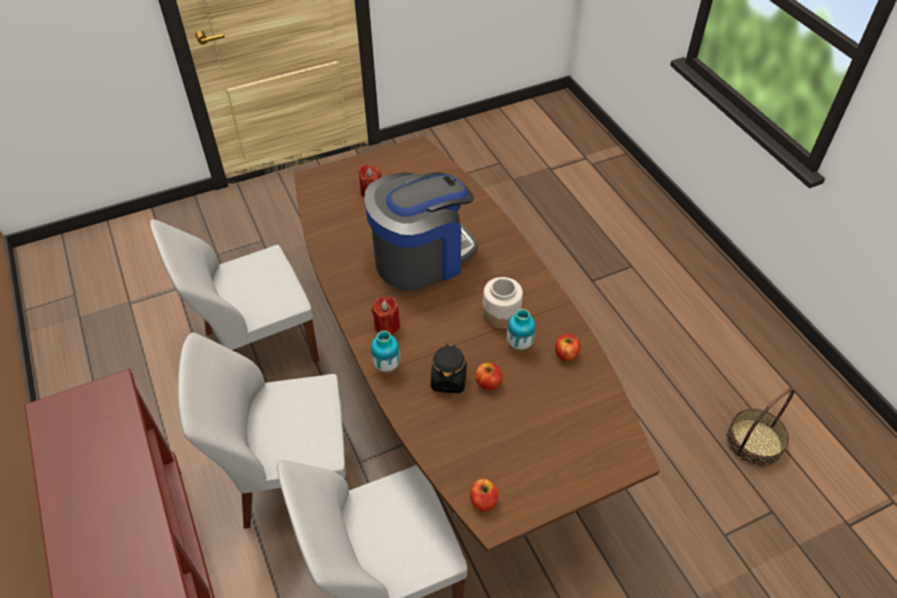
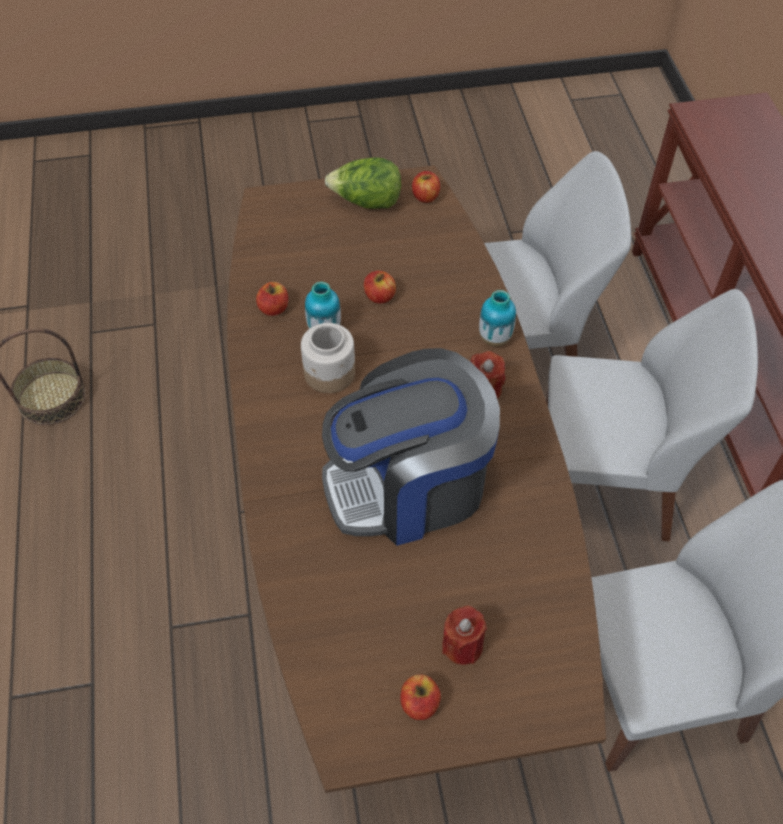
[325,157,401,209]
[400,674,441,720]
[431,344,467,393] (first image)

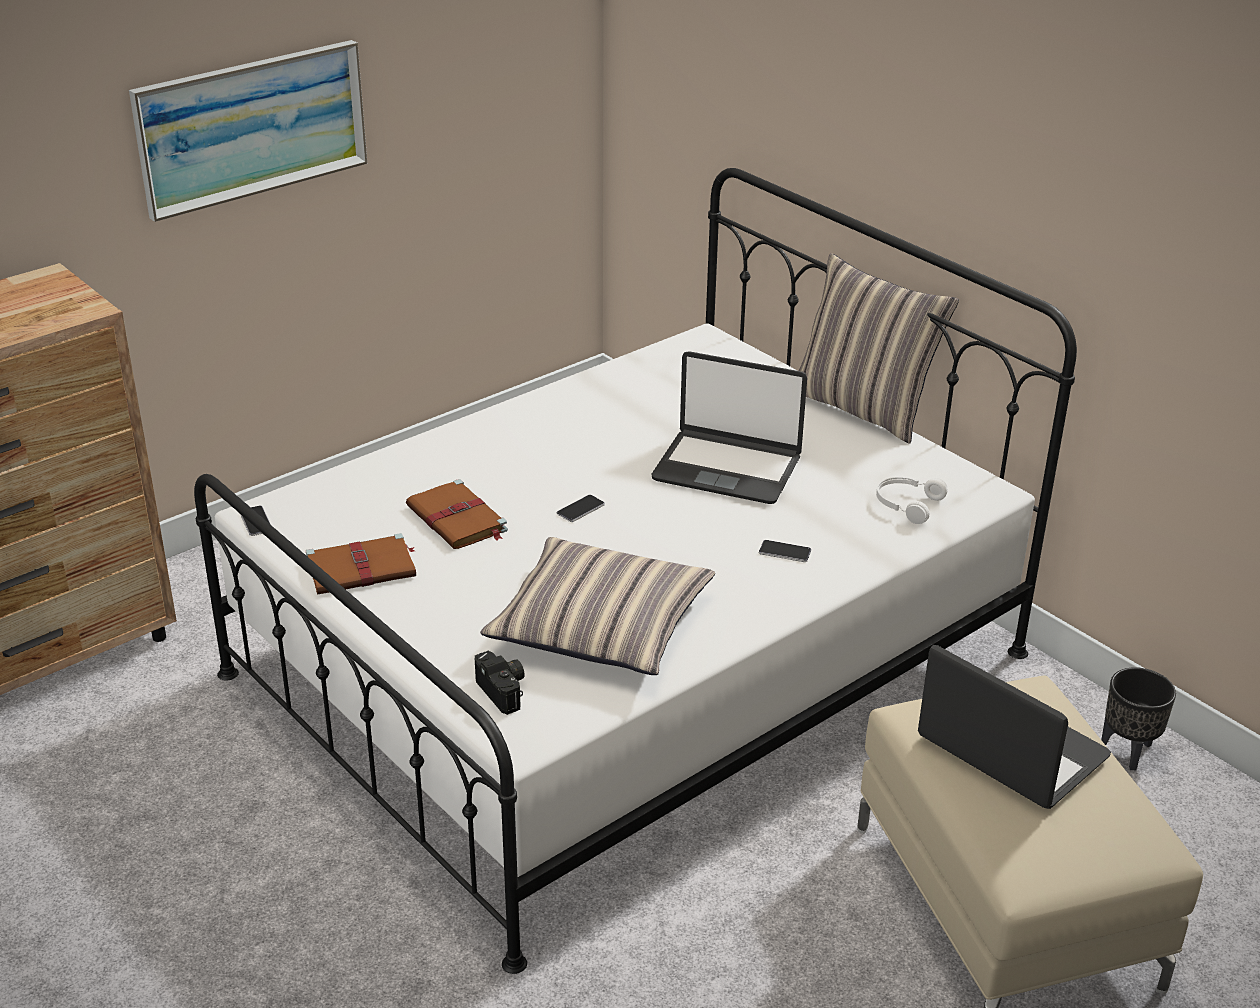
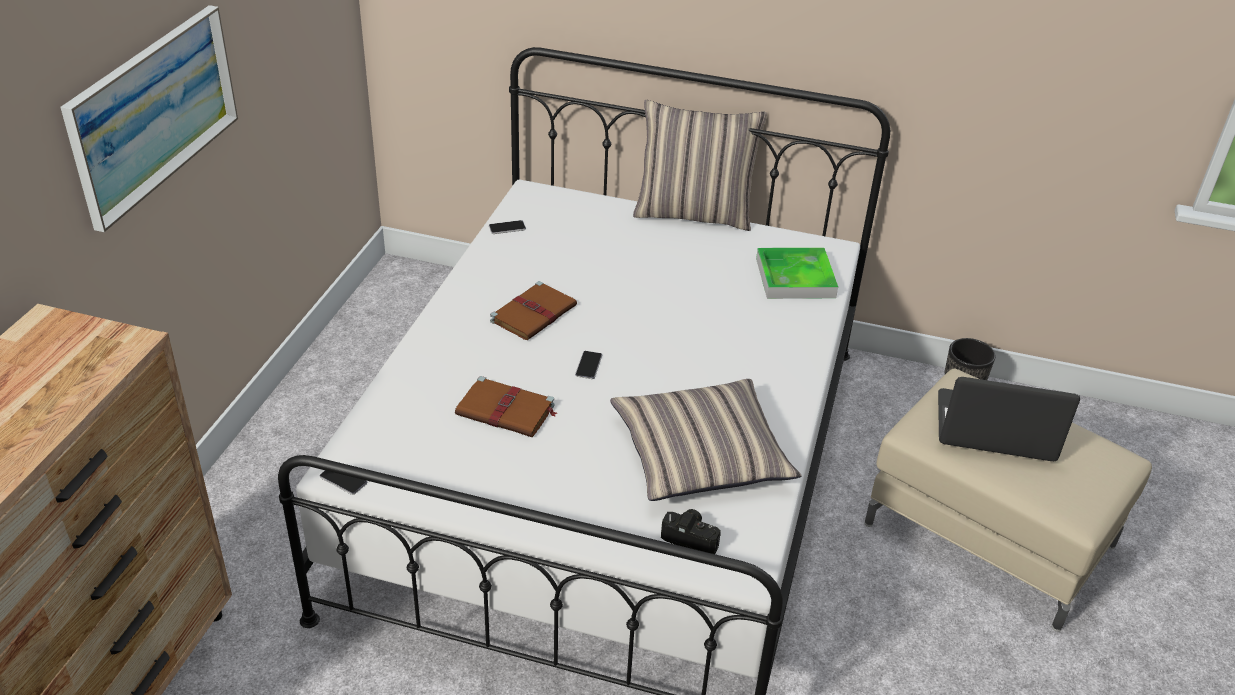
[489,220,526,234]
[490,281,577,340]
[756,248,838,299]
[652,351,807,504] (first image)

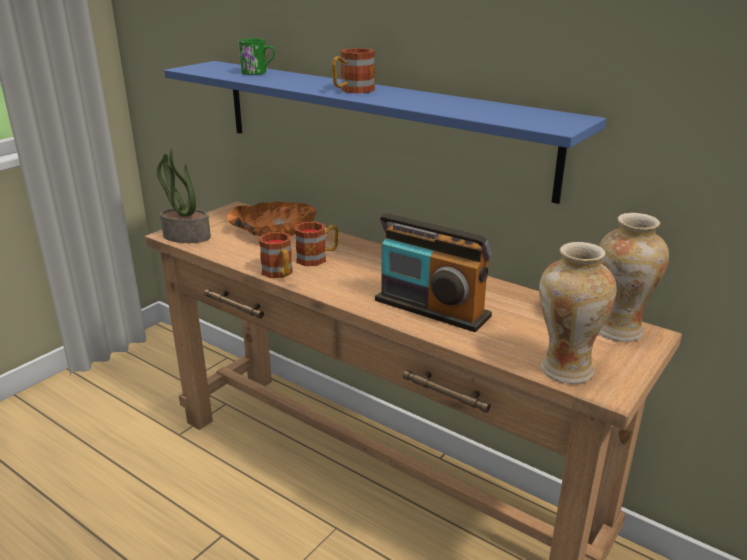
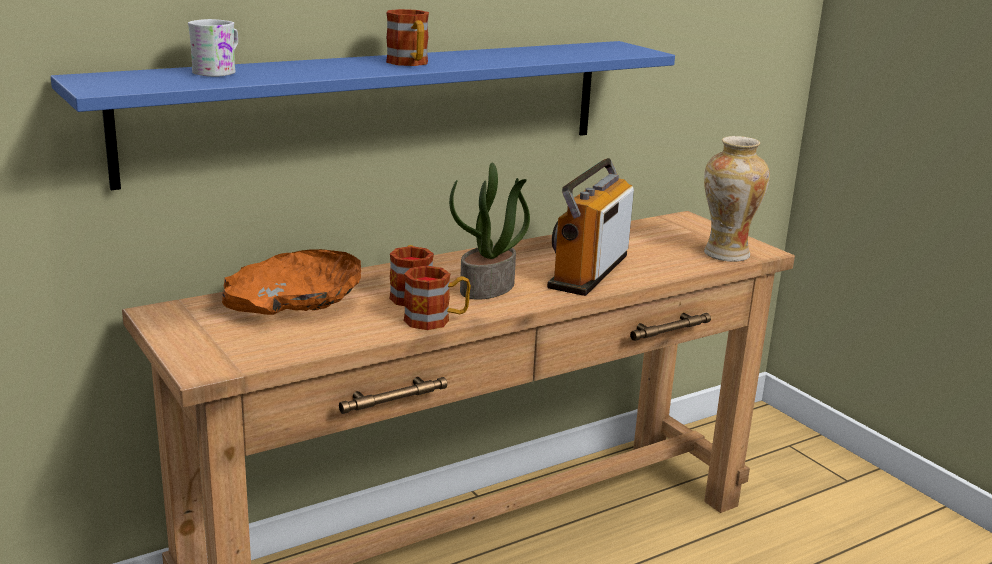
[188,19,238,77]
[449,162,530,300]
[547,158,634,296]
[599,213,669,342] (first image)

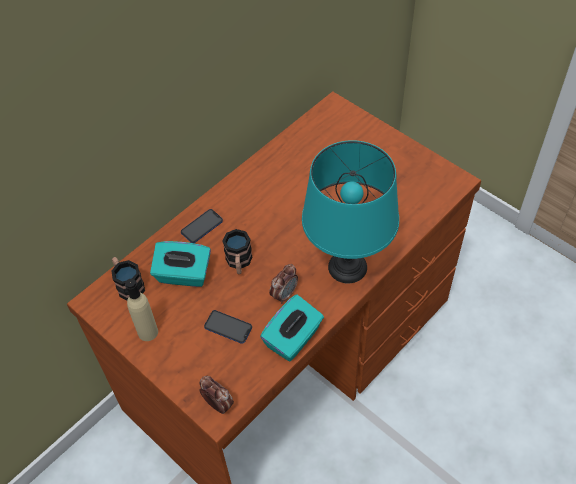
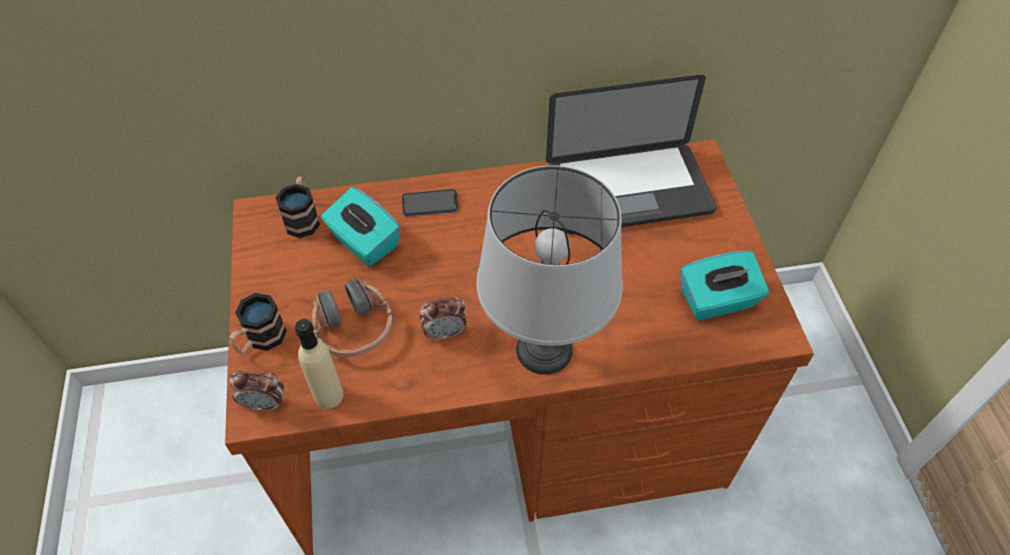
[229,293,287,355]
[229,371,284,411]
[295,319,344,409]
[312,277,393,357]
[477,165,623,375]
[546,75,716,235]
[680,251,769,320]

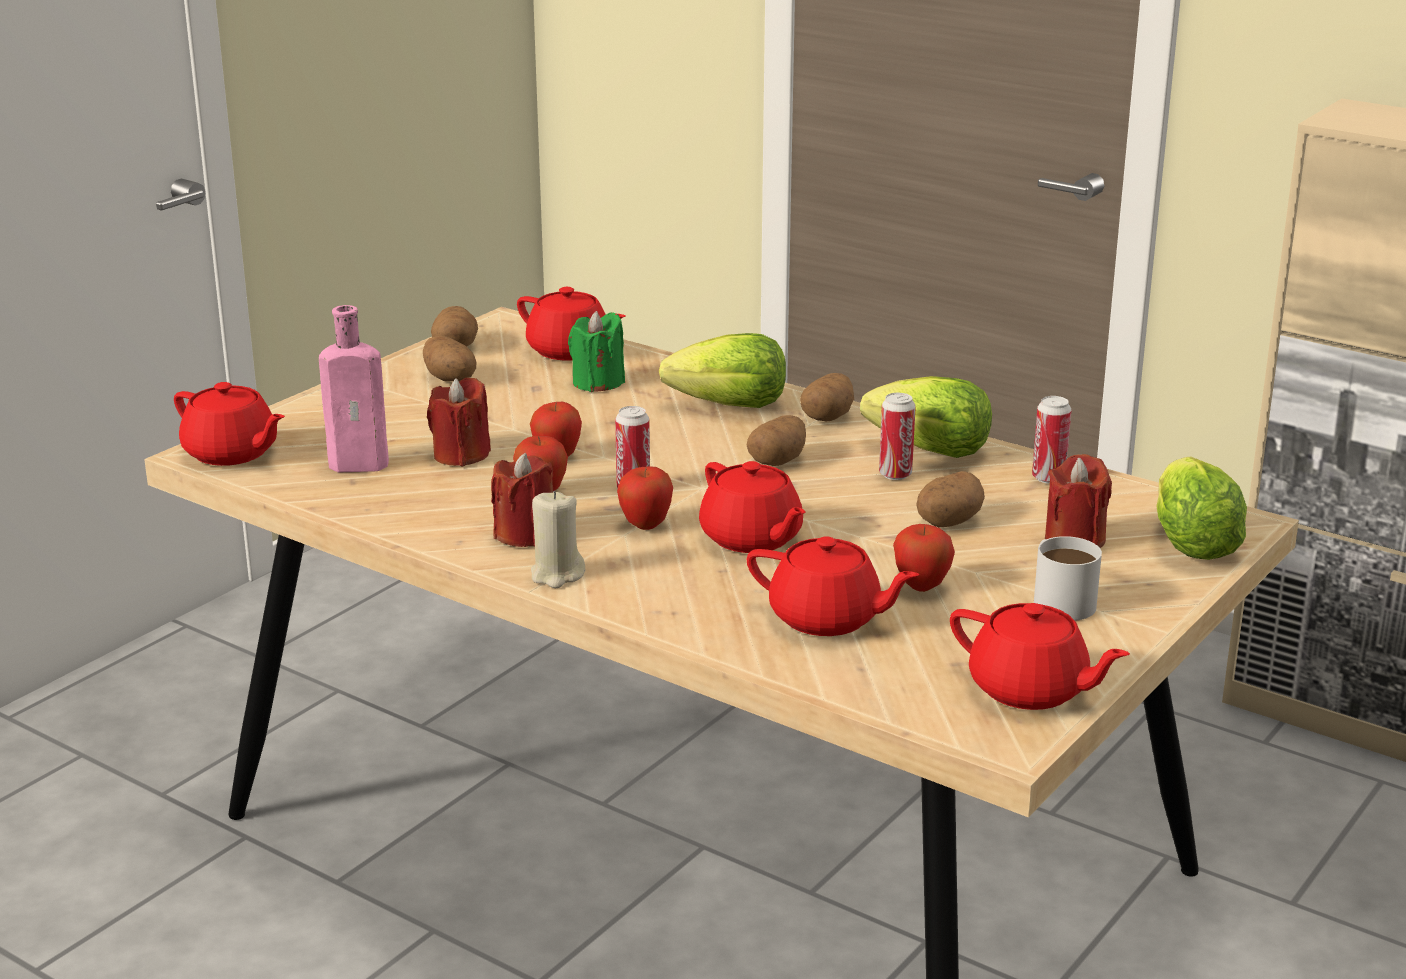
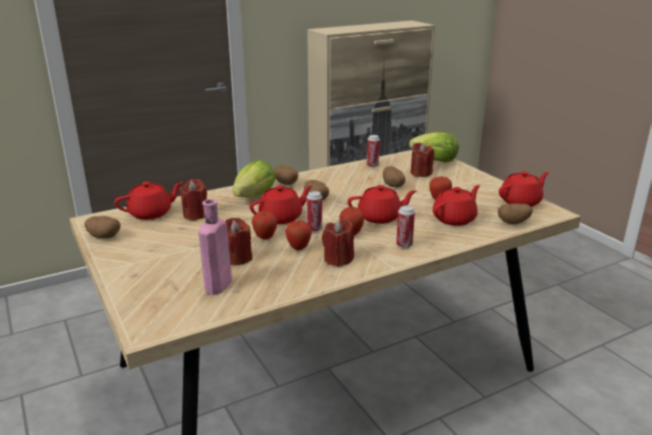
[179,179,207,220]
[249,186,313,224]
[396,205,415,248]
[498,204,533,224]
[531,491,585,588] (first image)
[860,376,992,458] (first image)
[1034,536,1102,621] (first image)

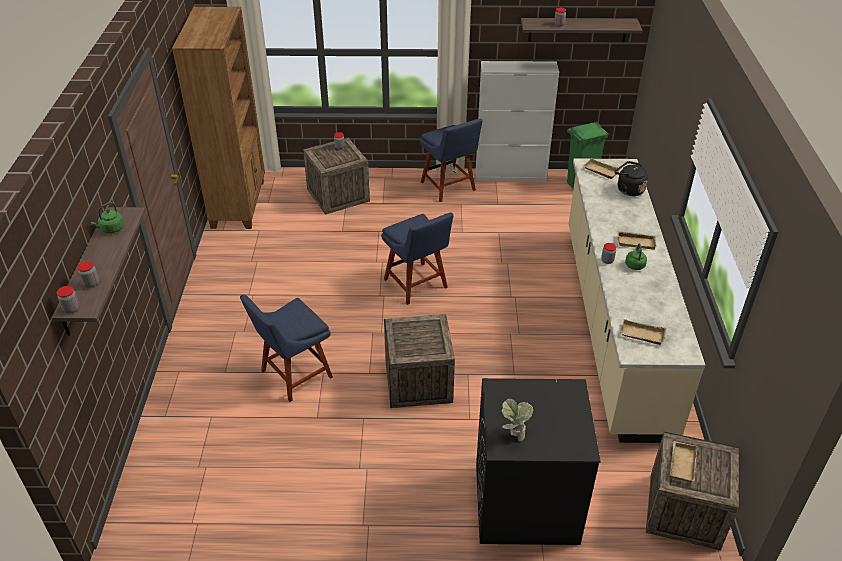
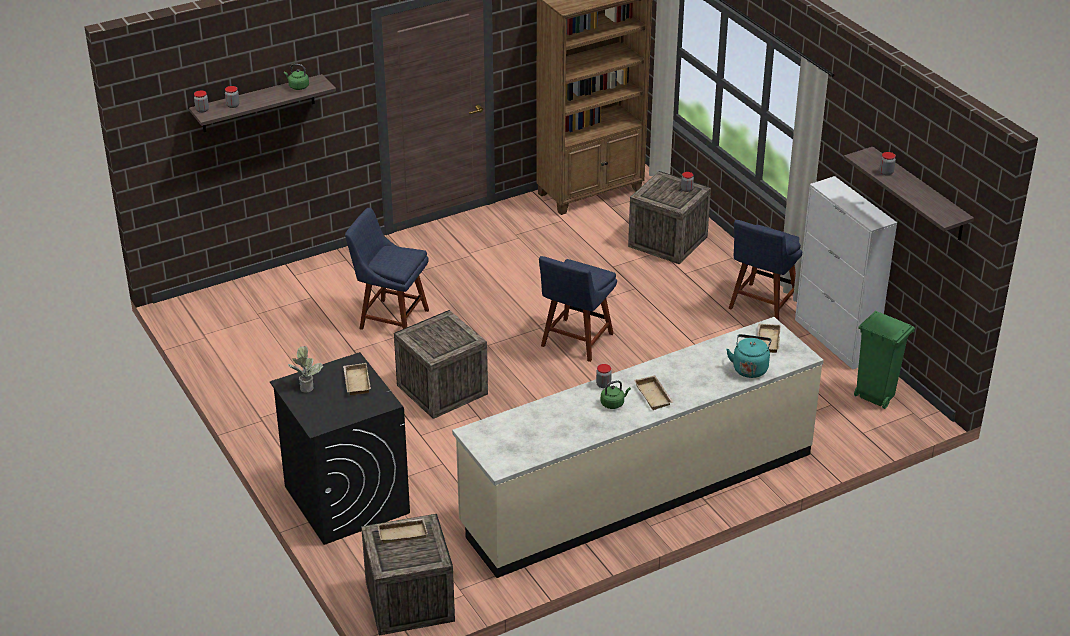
[343,363,371,395]
[726,334,772,378]

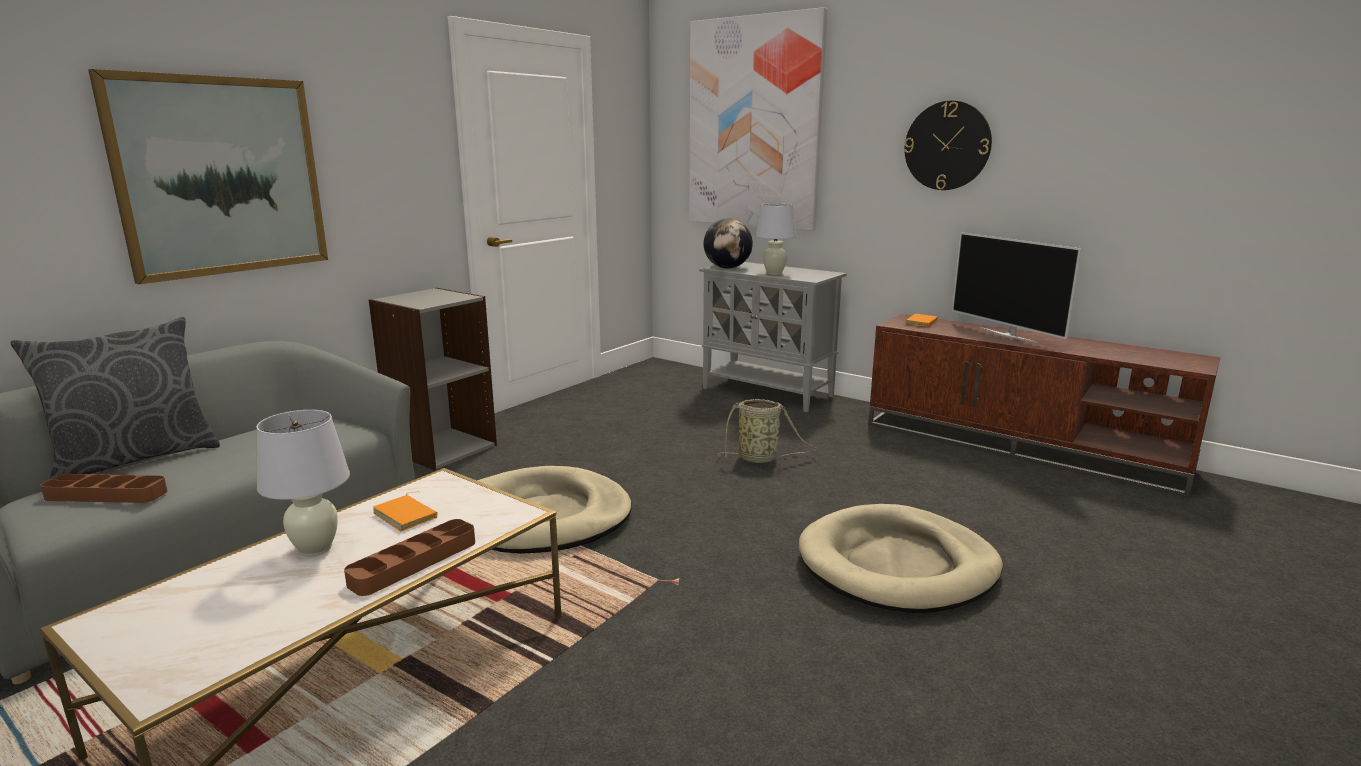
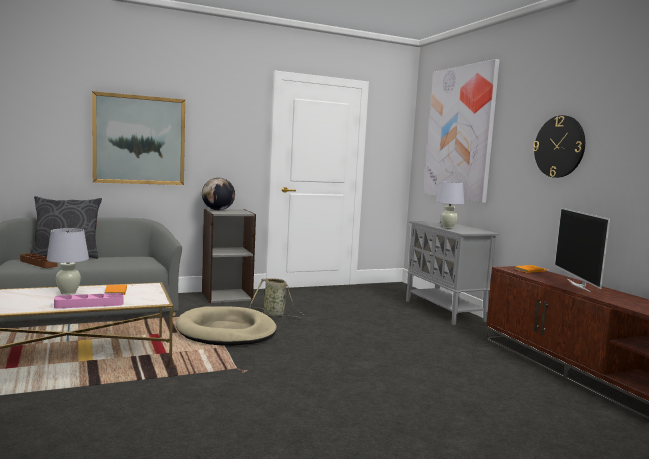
[54,293,124,309]
[202,178,235,210]
[249,278,305,317]
[799,504,1003,613] (first image)

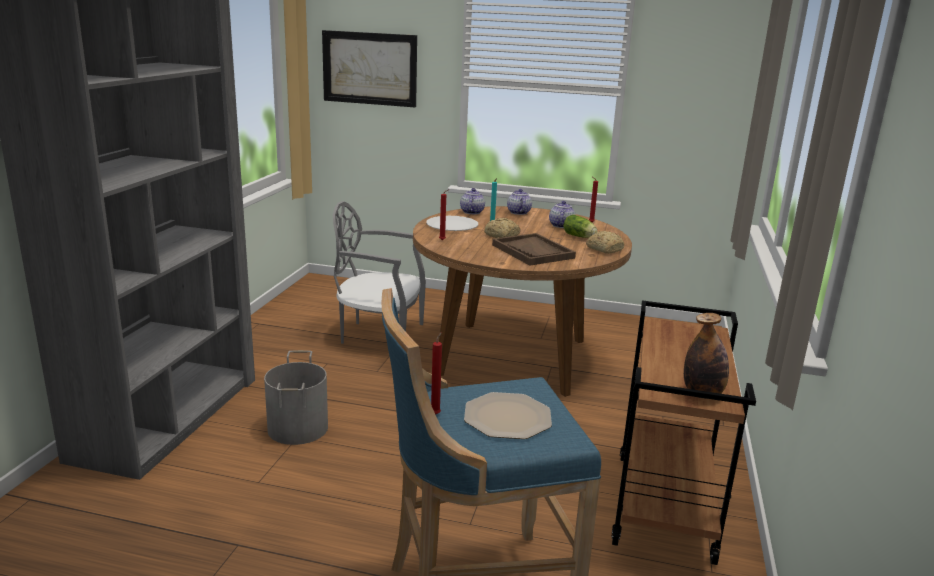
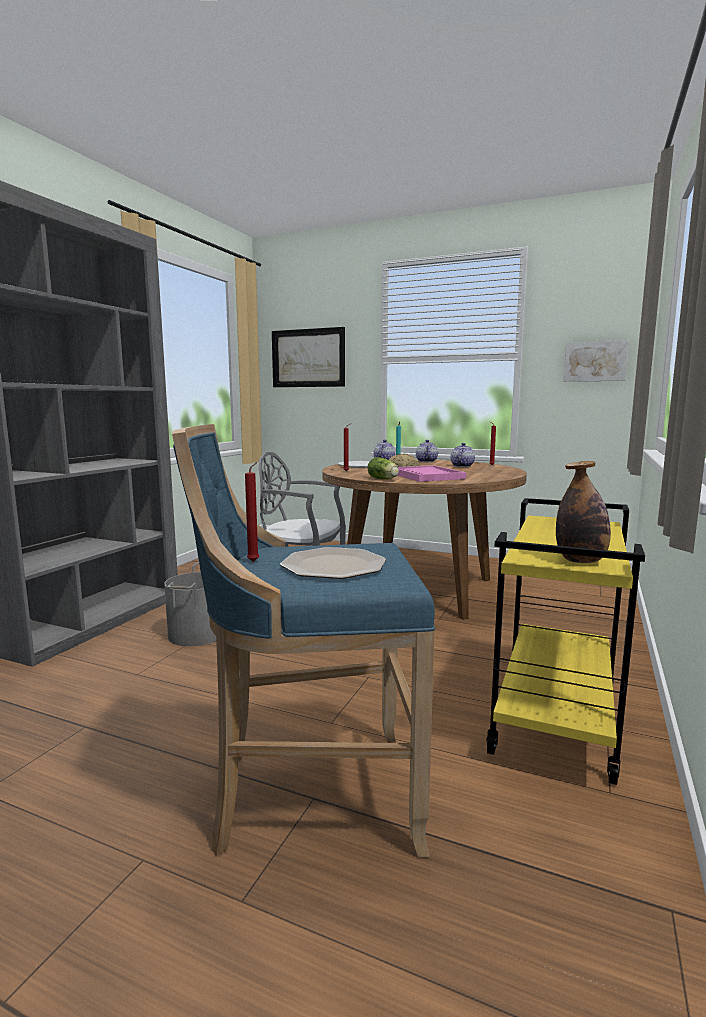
[367,457,399,479]
[398,465,466,482]
[486,498,645,785]
[563,340,629,382]
[586,231,624,254] (first image)

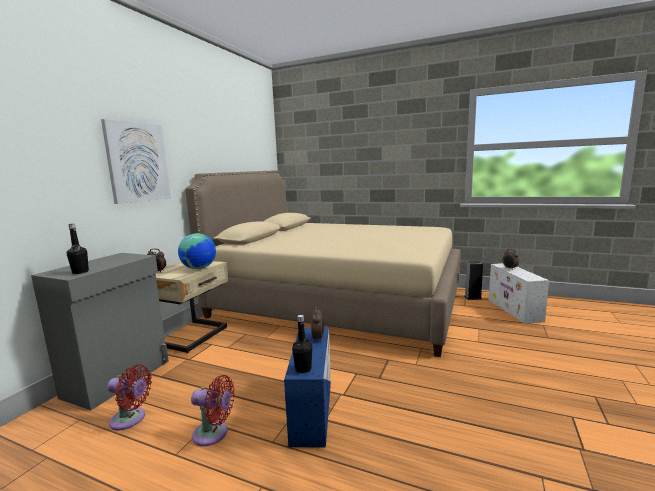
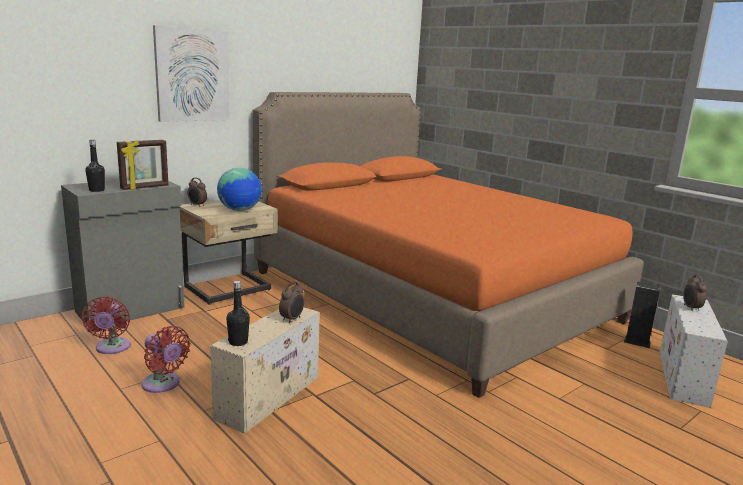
[81,296,131,354]
[117,140,169,190]
[210,307,320,434]
[252,92,644,398]

